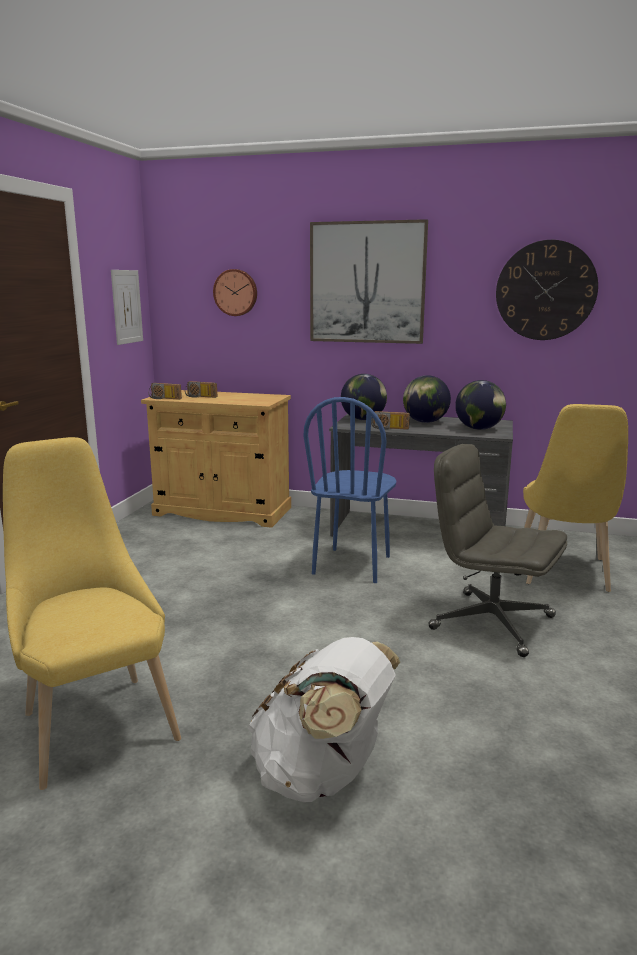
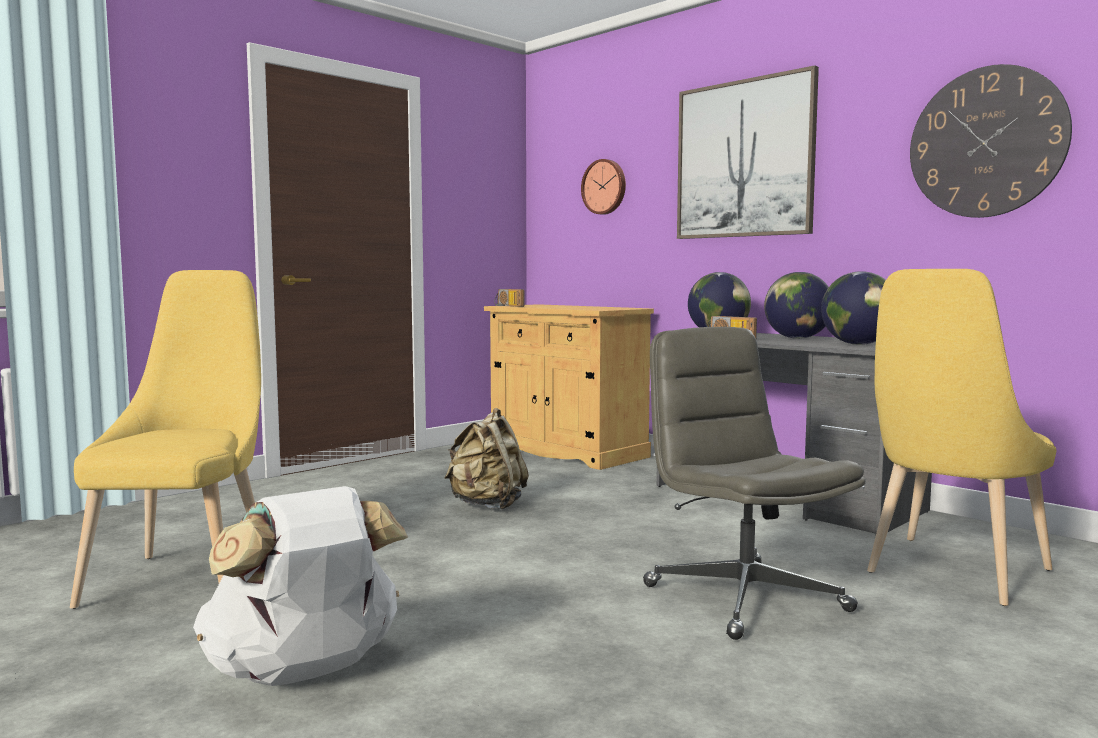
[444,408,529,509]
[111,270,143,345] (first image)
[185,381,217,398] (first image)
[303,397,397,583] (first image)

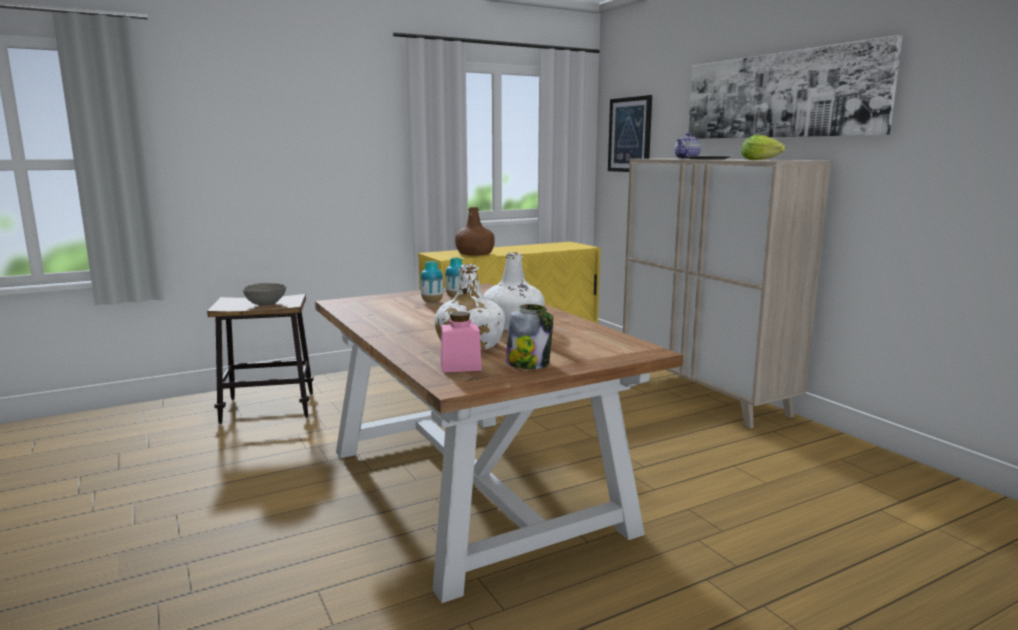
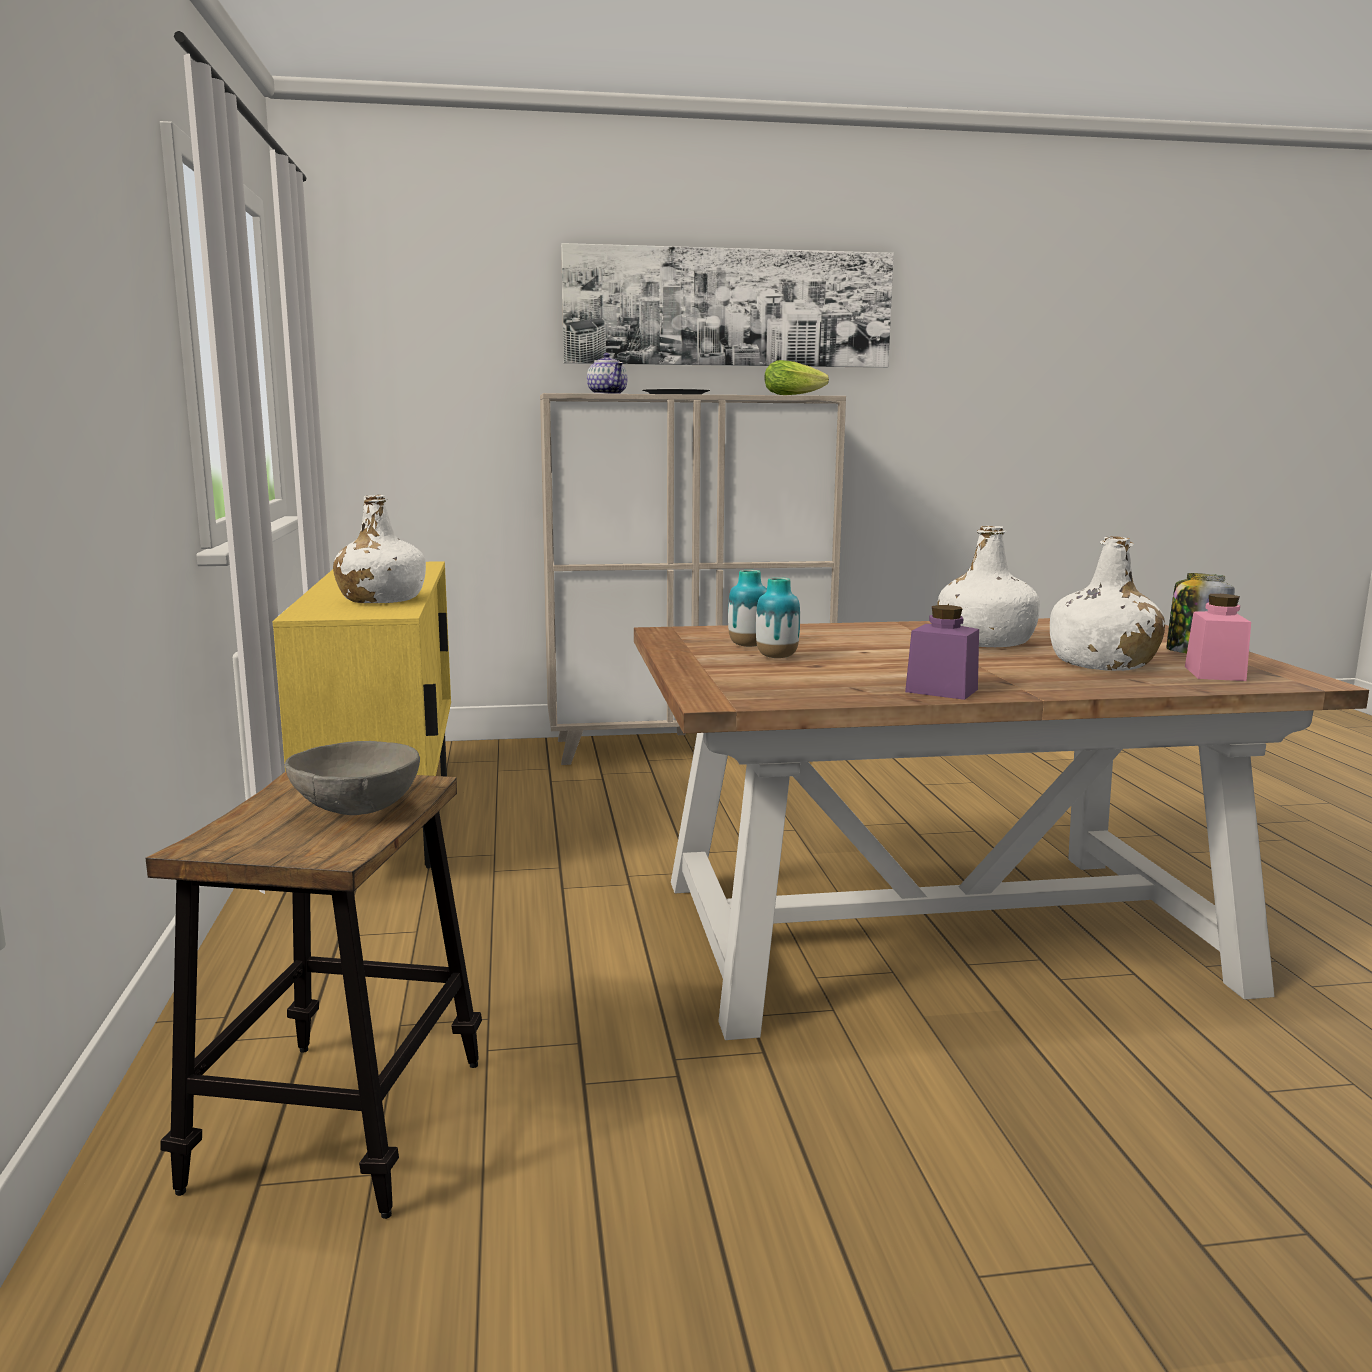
[333,495,426,603]
[905,605,979,700]
[608,95,652,172] (first image)

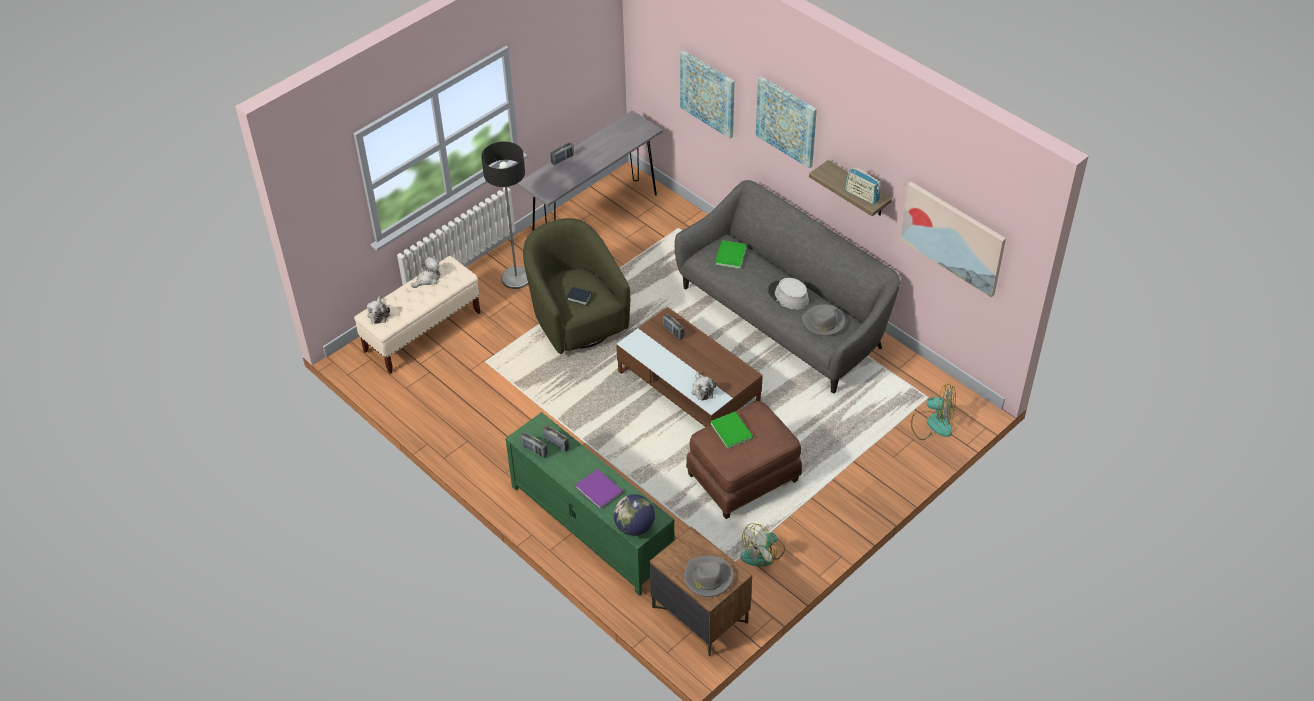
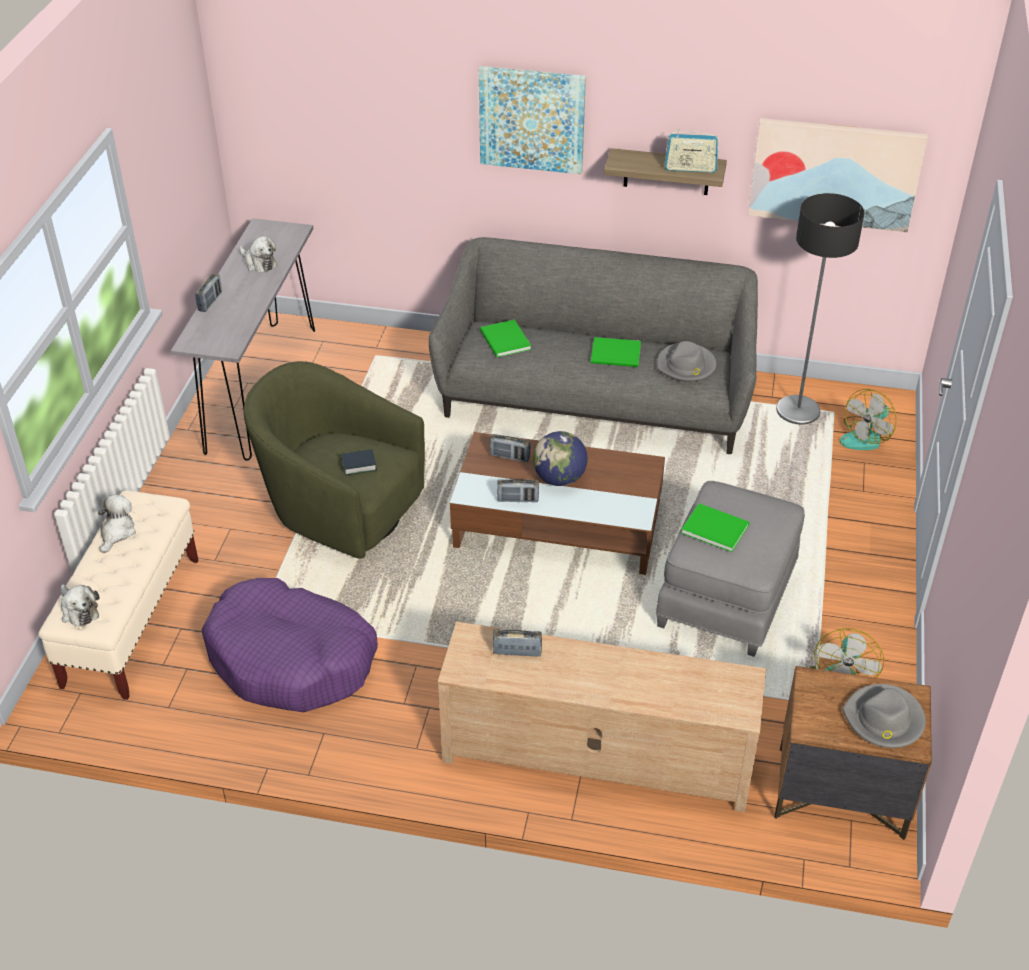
[201,578,378,712]
[239,236,277,273]
[438,622,766,813]
[497,479,539,502]
[533,431,588,486]
[591,337,641,367]
[656,481,805,657]
[776,193,865,425]
[839,389,897,450]
[576,469,623,509] (first image)
[680,50,735,139] (first image)

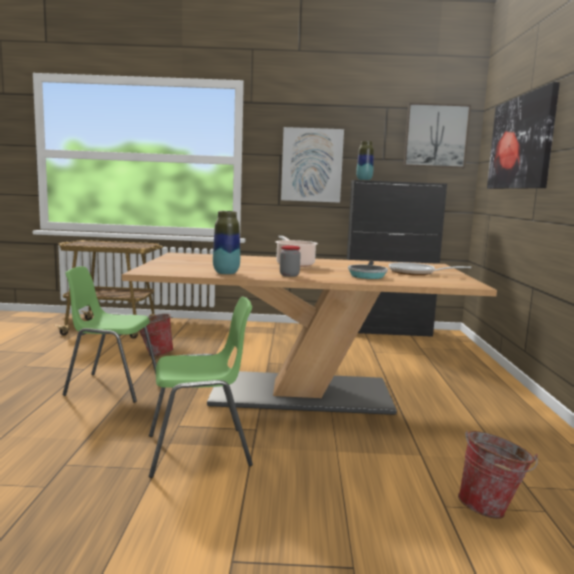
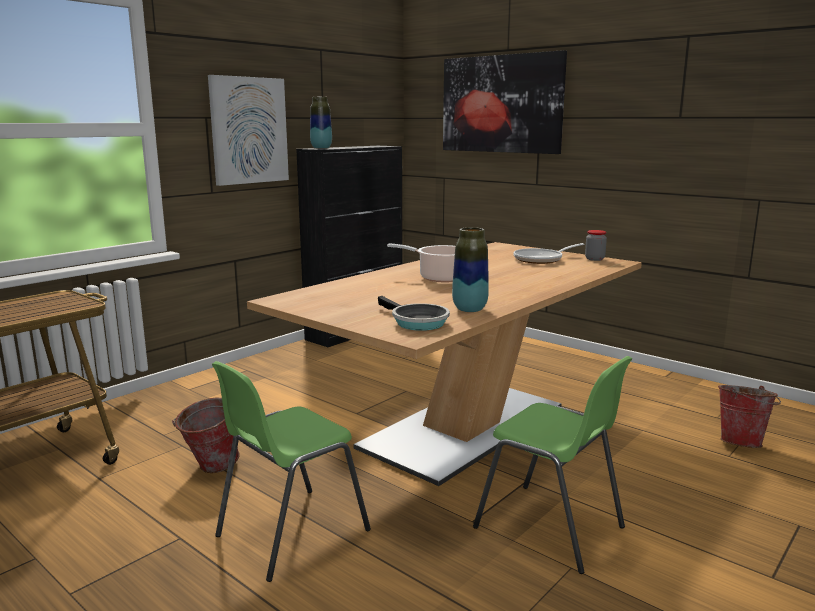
[378,296,450,331]
[473,356,632,574]
[585,230,607,261]
[404,103,471,168] (first image)

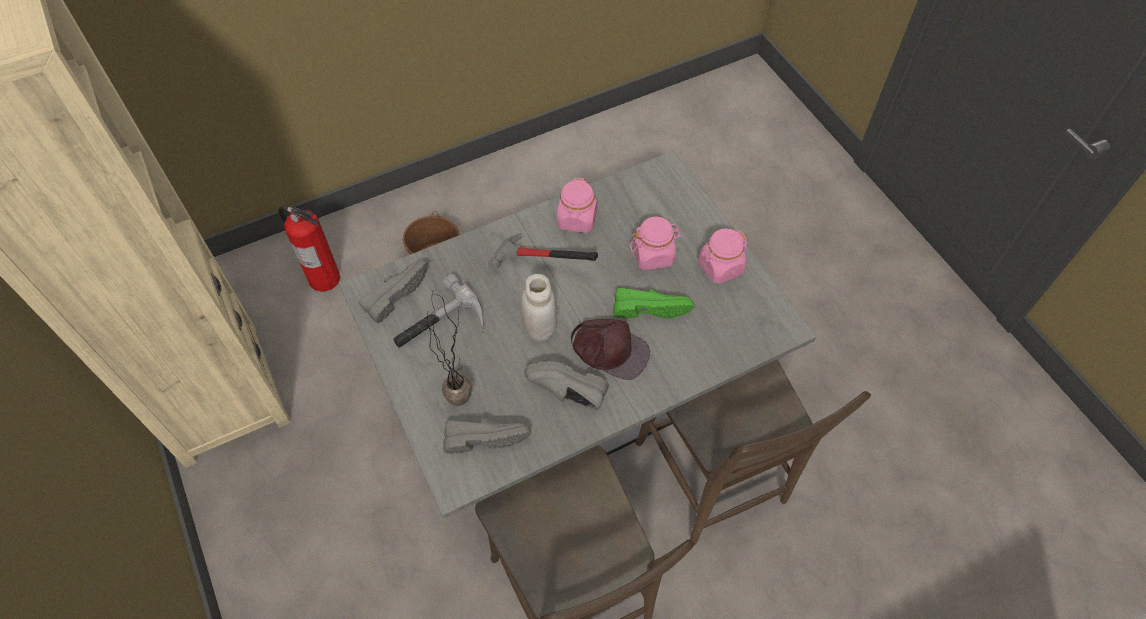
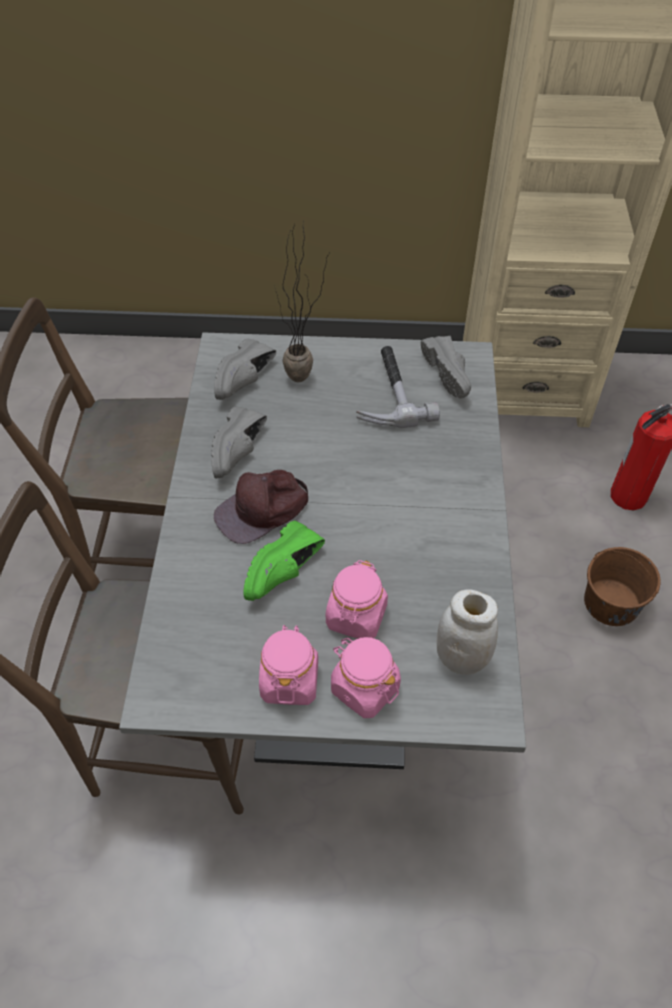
[211,407,267,478]
[331,637,401,718]
[437,589,498,675]
[488,233,598,271] (first image)

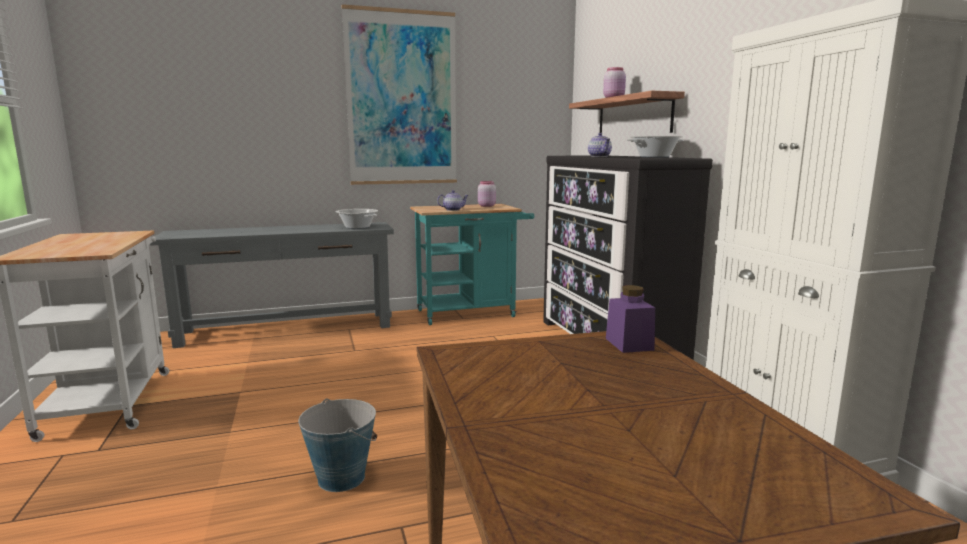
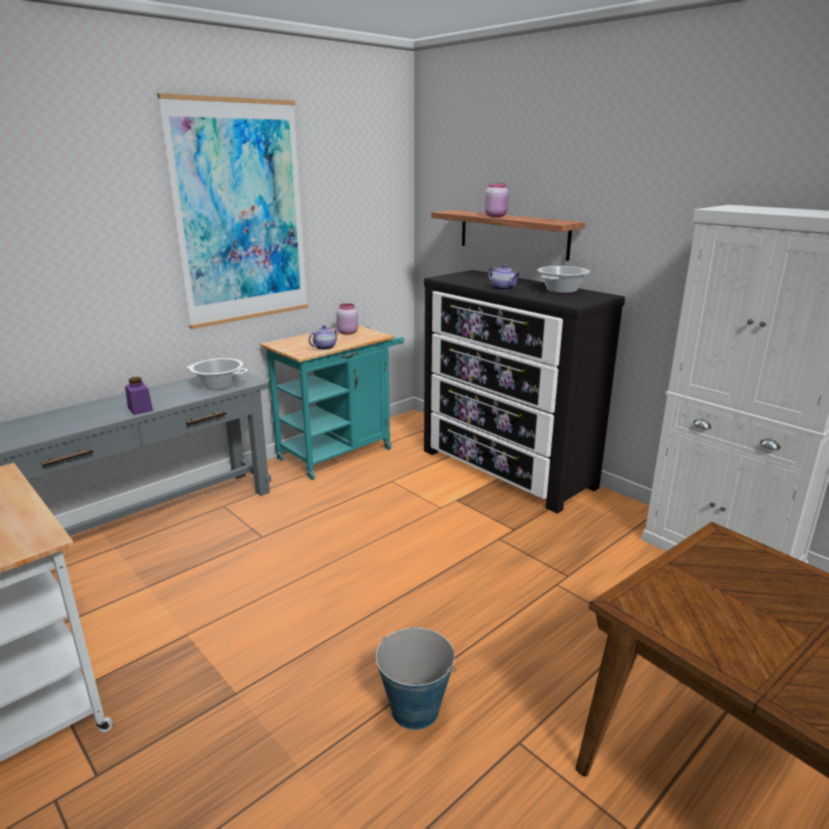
[125,377,153,415]

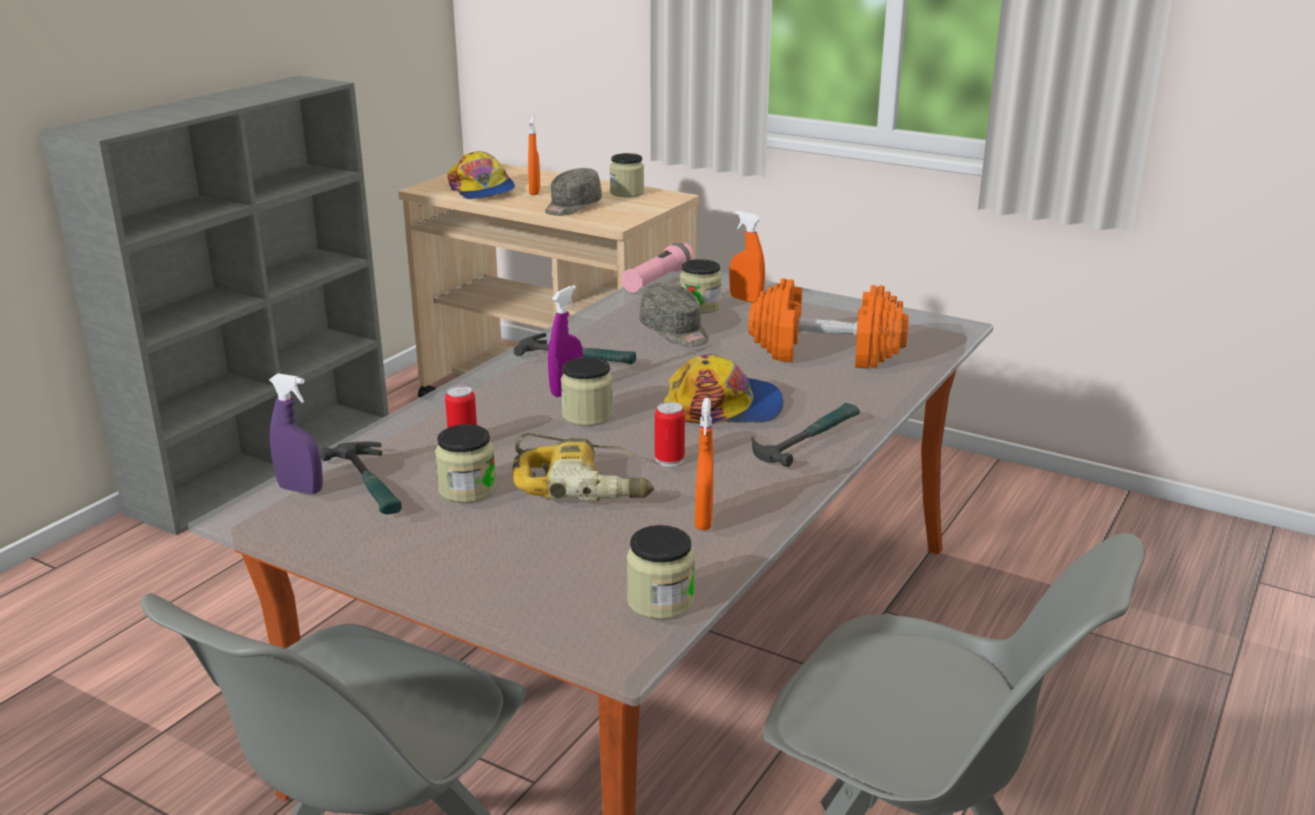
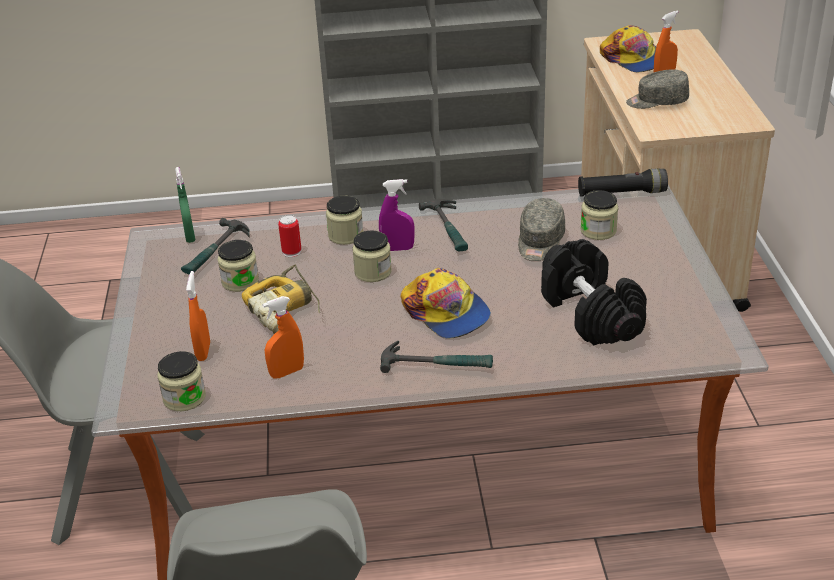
[175,167,195,243]
[186,271,210,361]
[326,196,363,245]
[541,239,647,345]
[578,168,668,197]
[600,25,656,72]
[655,402,685,467] (first image)

